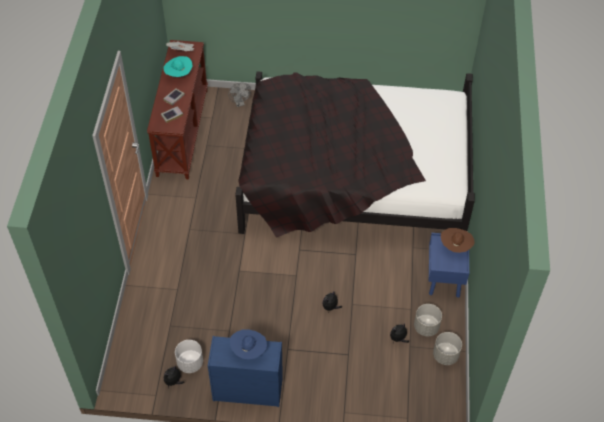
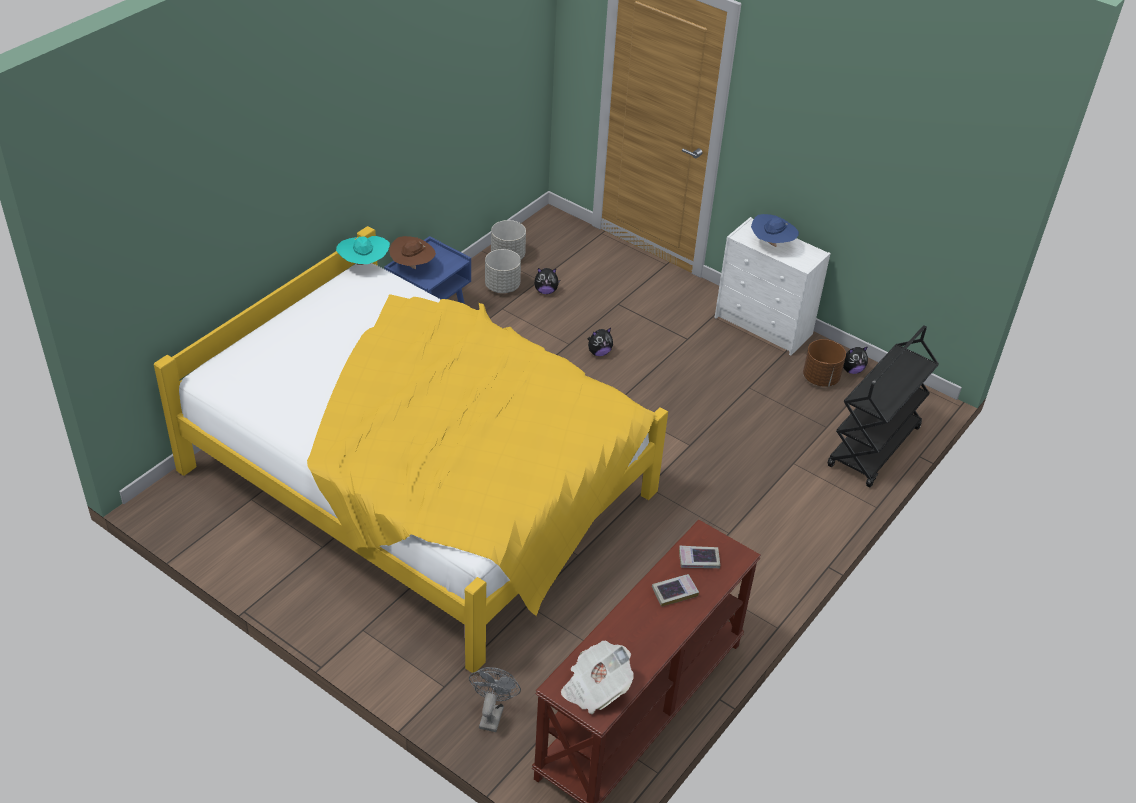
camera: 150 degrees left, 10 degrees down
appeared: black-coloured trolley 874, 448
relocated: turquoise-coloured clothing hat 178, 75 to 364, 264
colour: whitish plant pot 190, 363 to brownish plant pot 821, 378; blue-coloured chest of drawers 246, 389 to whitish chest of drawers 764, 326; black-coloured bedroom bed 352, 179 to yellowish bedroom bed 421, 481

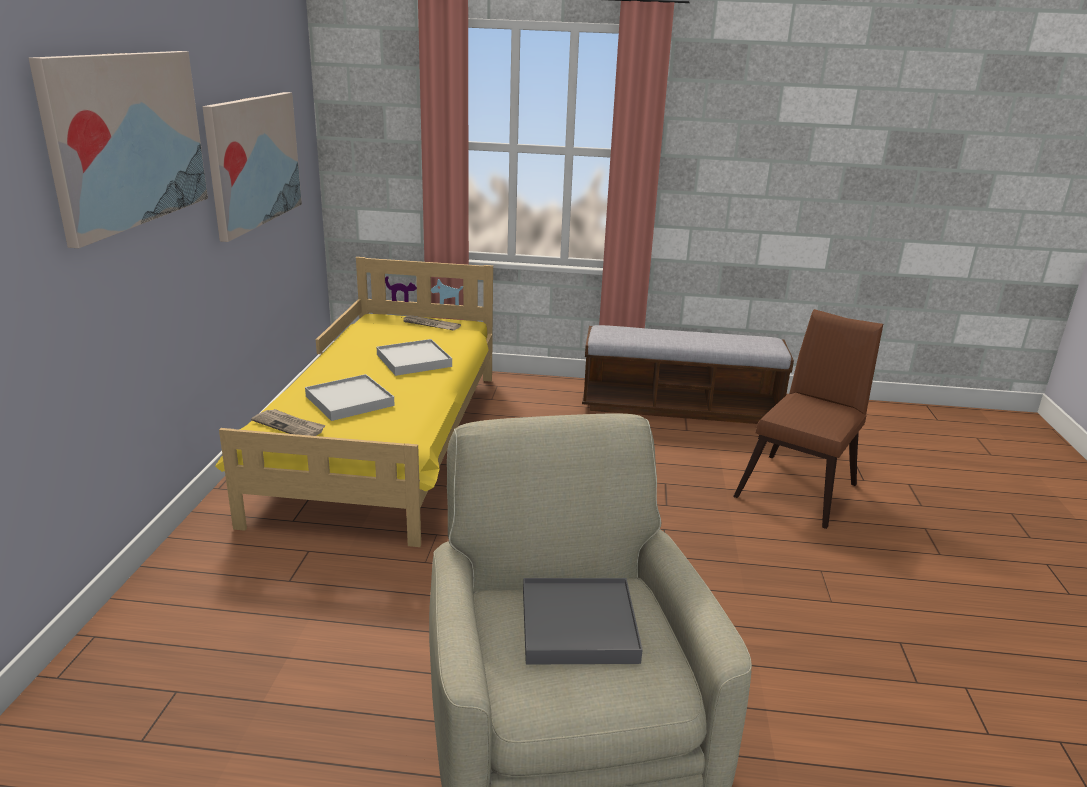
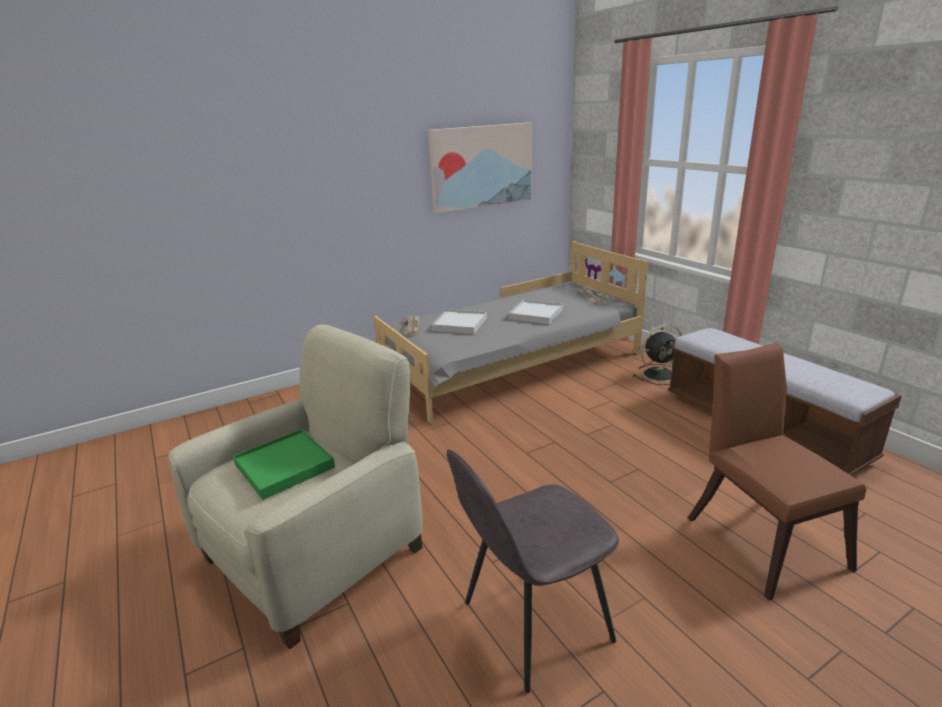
camera: 55 degrees right, 0 degrees up
missing: wall picture 127, 140
appeared: grey chair 533, 623; black-coloured cooling fan 660, 374
colour: yellowish bedroom bed 387, 442 to grey bedroom bed 512, 366; grey carrying tray 578, 625 to green carrying tray 284, 466
spun: brownish chair 801, 487 = 760, 536 105 degrees counterclockwise

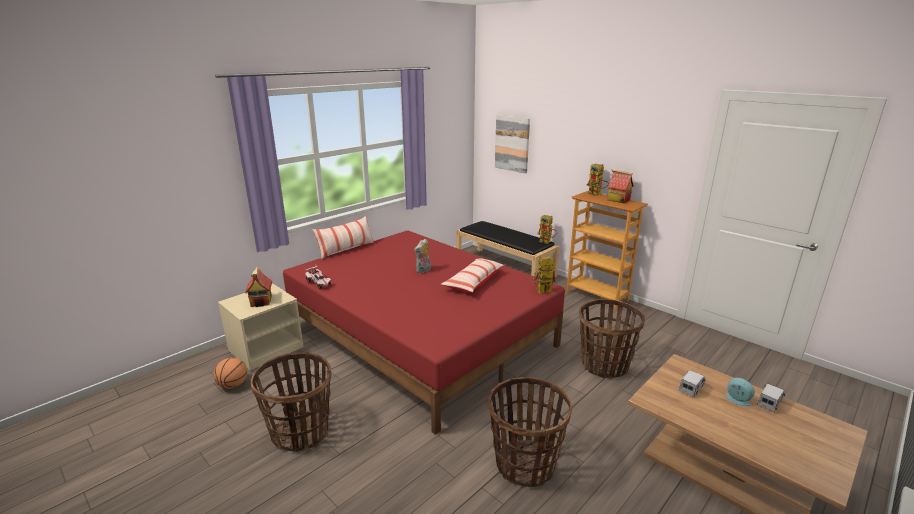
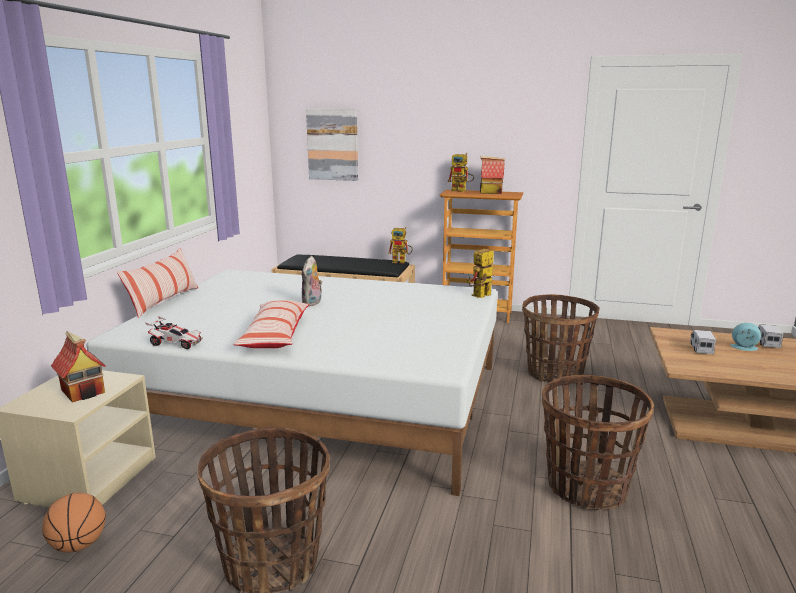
camera: 30 degrees left, 5 degrees down
relocated: pillow 474, 282 to 275, 335
colour: red-coloured bedroom bed 420, 335 to whitish bedroom bed 319, 399

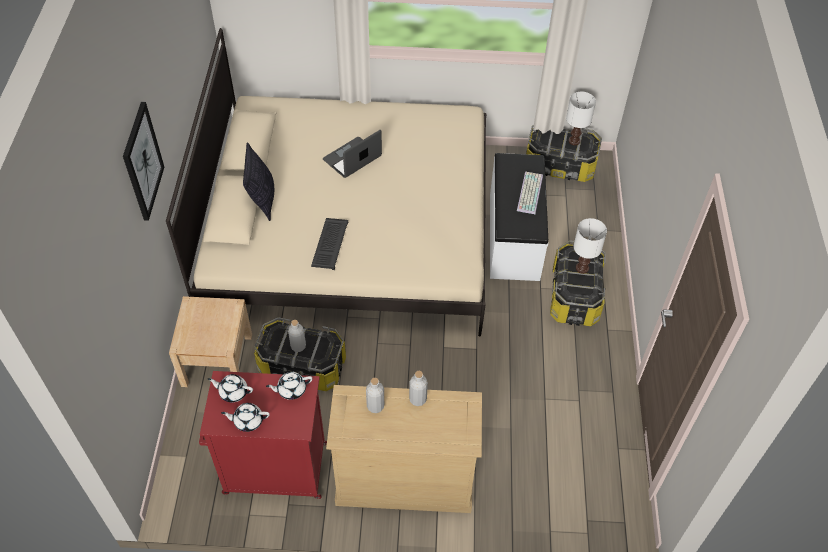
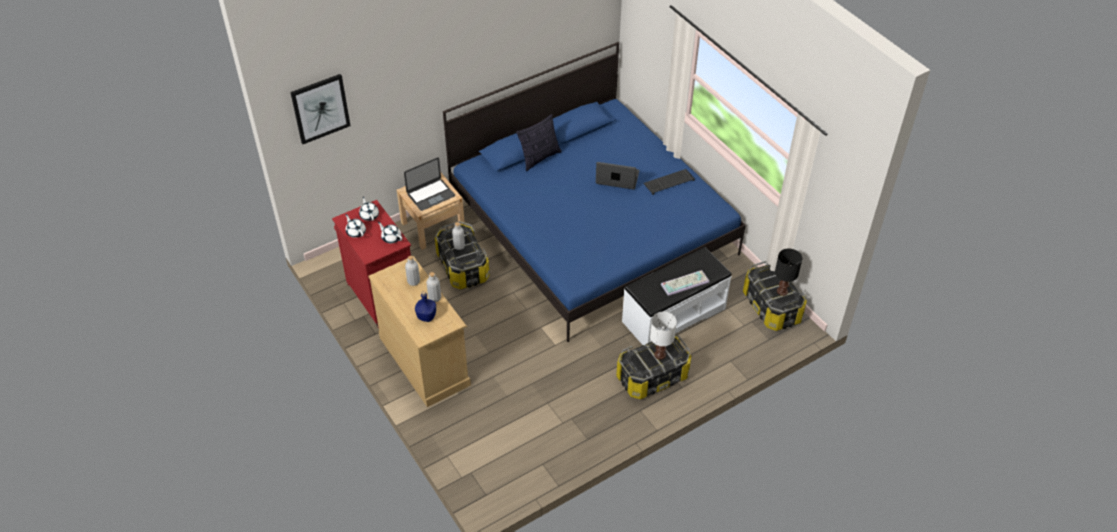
camera: 55 degrees right, 5 degrees down
appeared: laptop 430, 194; blue-coloured beverage bottle 427, 316
relocated: wall picture 142, 161 to 320, 108; PC keyboard 329, 243 to 669, 182
colour: beige-coloured bedroom bed 350, 228 to blue-coloured bedroom bed 592, 227; whitish lamp for a table 574, 141 to black-coloured lamp for a table 782, 291

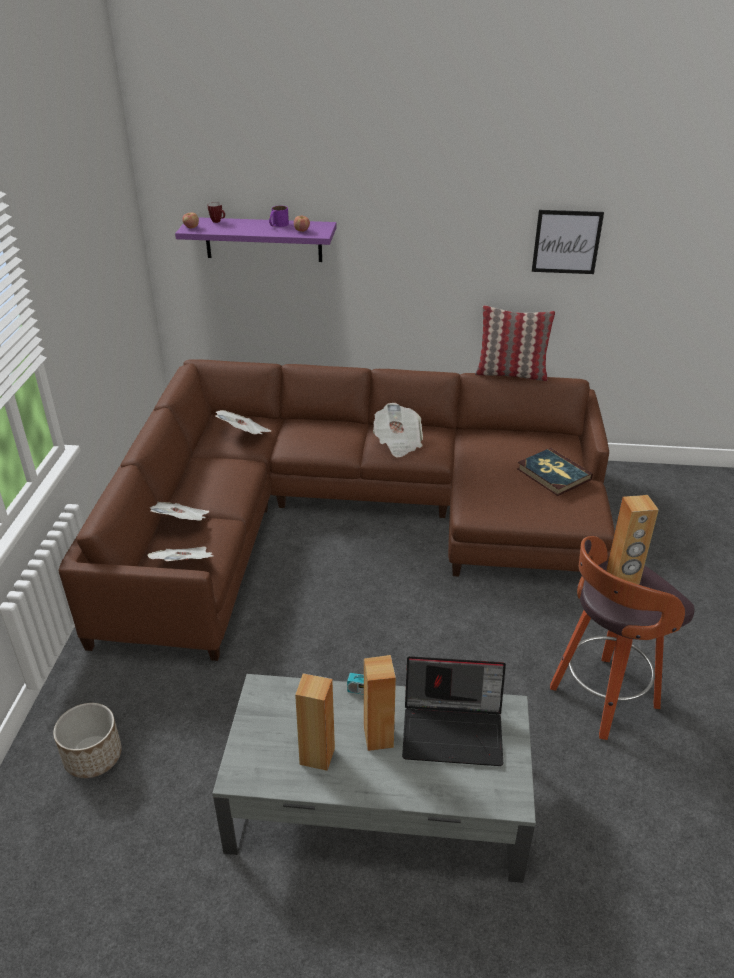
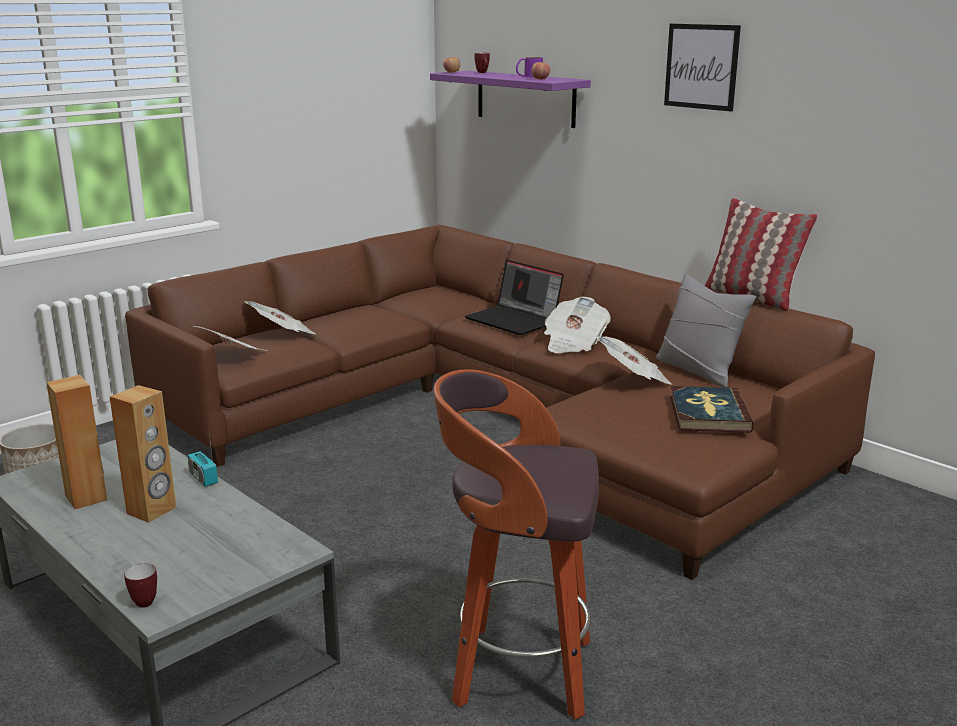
camera: 40 degrees right, 15 degrees down
missing: brownish loudspeaker 622, 577
appeared: coffee mug 141, 602; grey pillow 698, 370
relocated: daily paper 244, 435 to 633, 379; laptop 454, 730 to 514, 320; wall picture 566, 242 to 701, 66

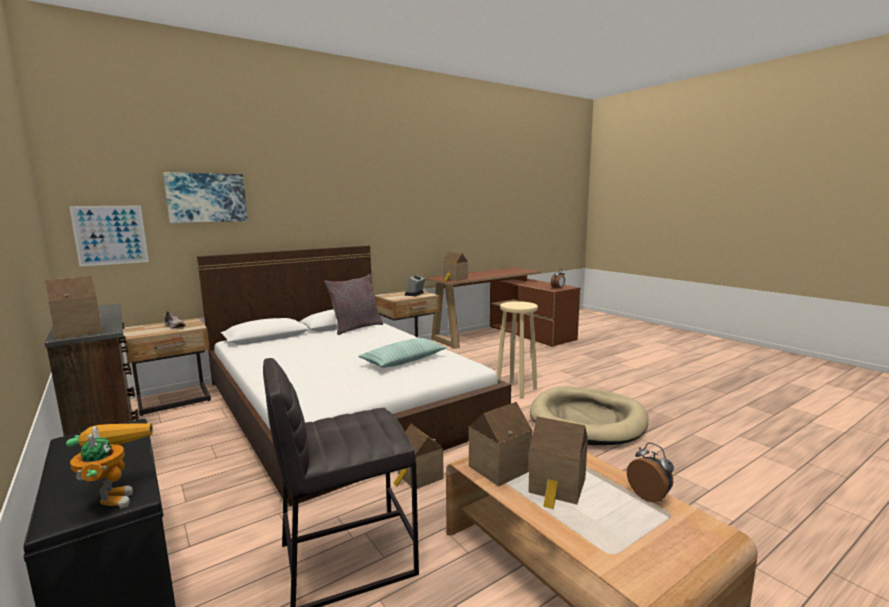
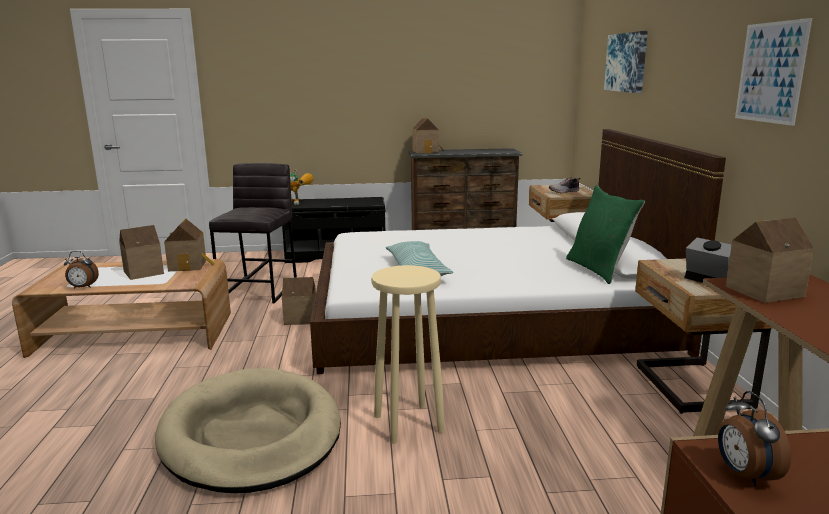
camera: 120 degrees right, 5 degrees up
relocated: wall picture 110, 235 to 770, 72
colour: grey pillow 356, 328 to green pillow 599, 270

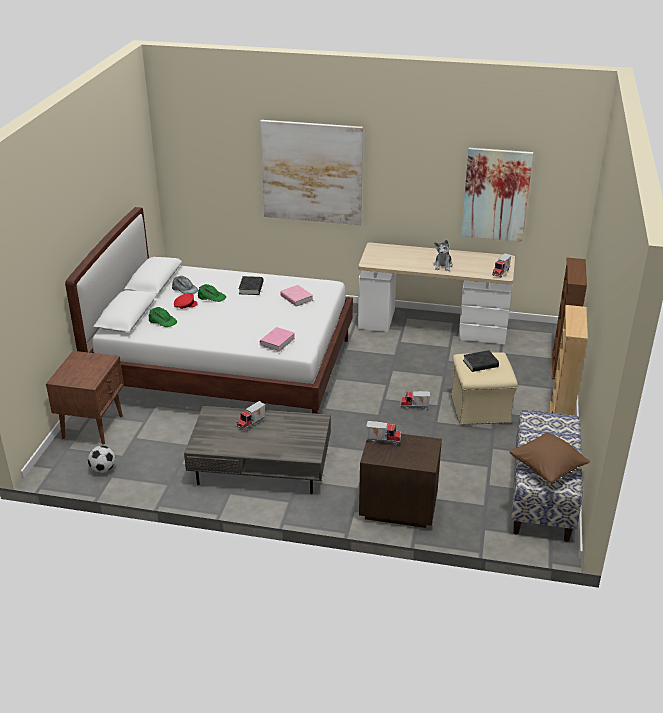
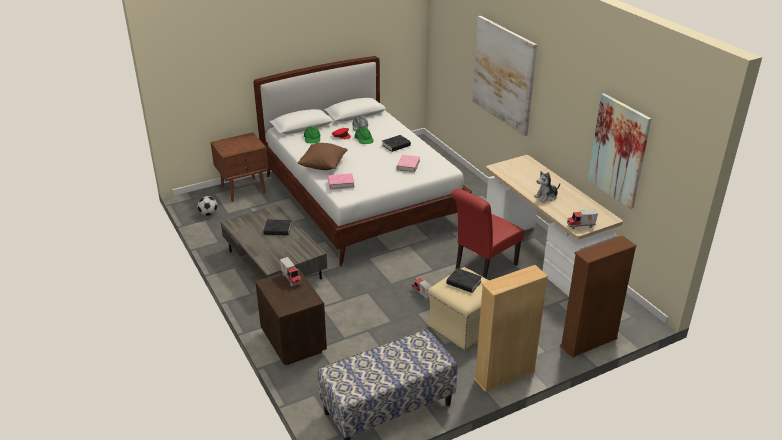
camera: 50 degrees right, 0 degrees up
appeared: red-coloured chair 483, 269
relocated: brownish pillow 547, 469 to 323, 166
exchanged: toy truck 252, 424 to black-coloured bound book 277, 230

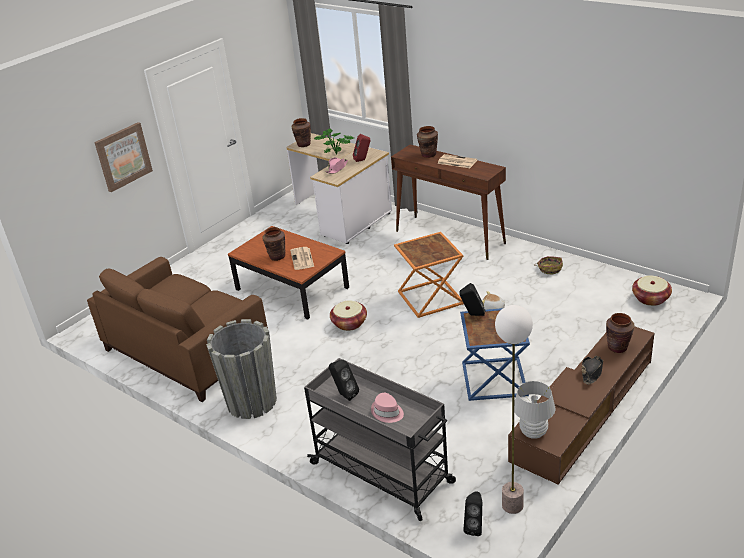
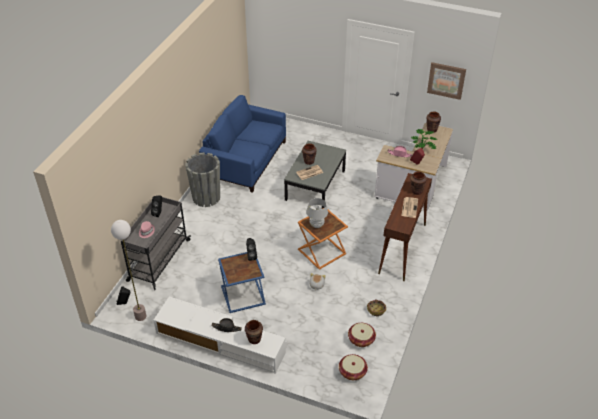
camera: 70 degrees right, 10 degrees up
relocated: wall picture 123, 156 to 446, 80; storage basket 349, 323 to 361, 339; whitish lamp for a table 533, 433 to 316, 225
colour: brownish sofa 187, 349 to blue-coloured sofa 246, 160; brownish coffee table 291, 288 to grey coffee table 315, 185; brownish tv unit 583, 409 to whitish tv unit 221, 341

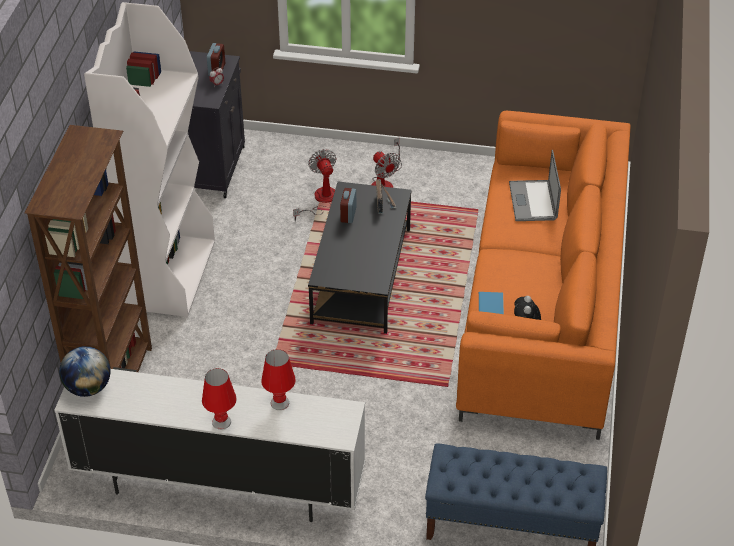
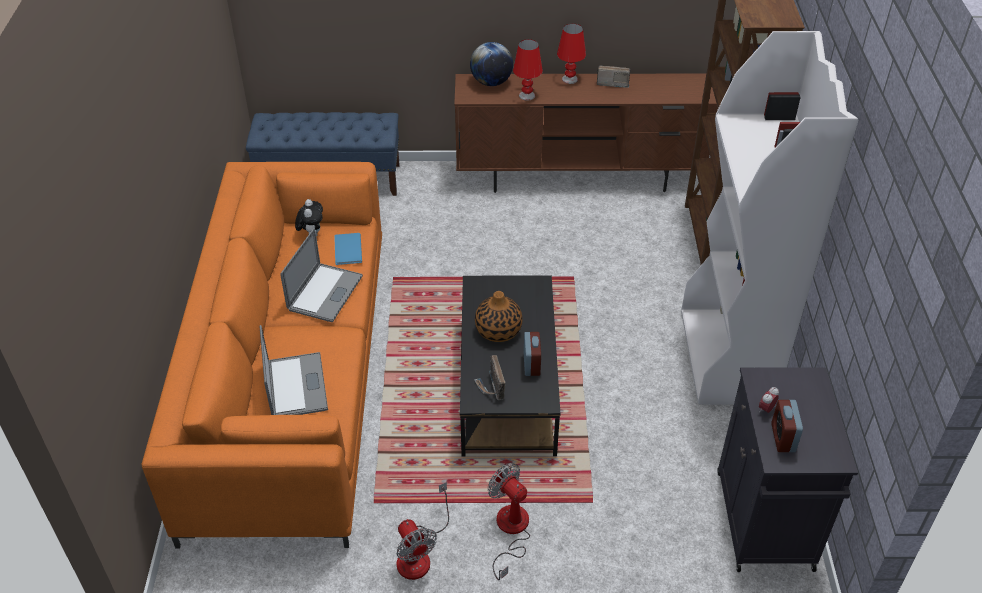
camera: 170 degrees right, 0 degrees up
appeared: laptop 325, 293; decorative vase 498, 330; radio receiver 611, 83
relocated: world globe 88, 388 to 491, 82; cooling fan 320, 200 to 419, 554
colour: whitish tv unit 218, 486 to brownish tv unit 579, 178

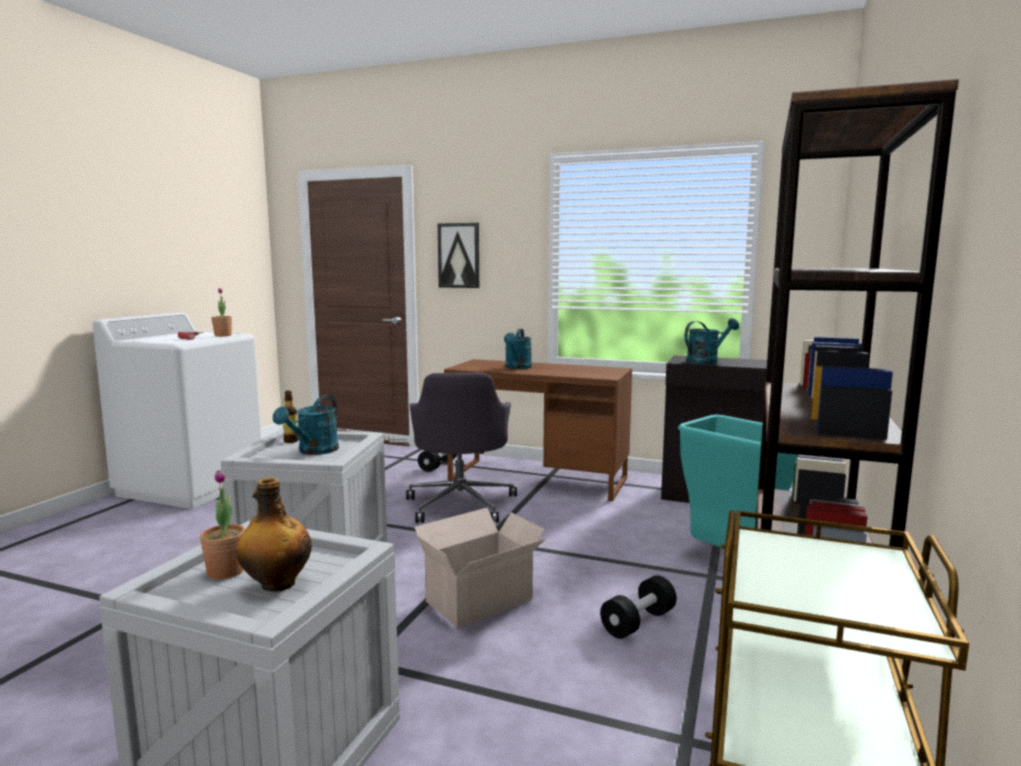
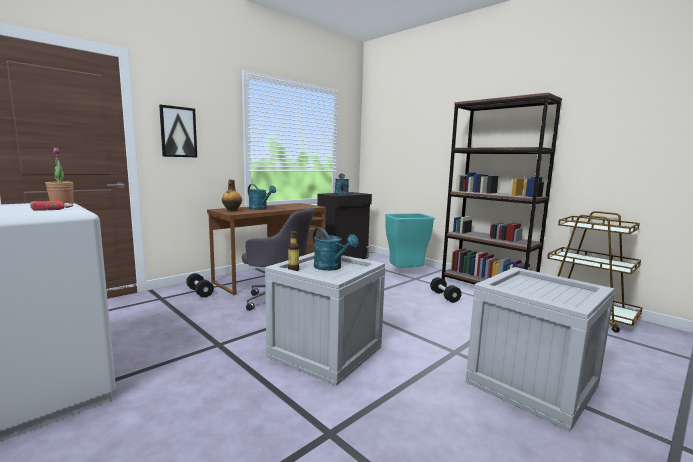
camera: 65 degrees left, 0 degrees up
missing: plant in a pot 226, 571; packing box 482, 600
relocated: beverage bottle 277, 584 to 232, 210

